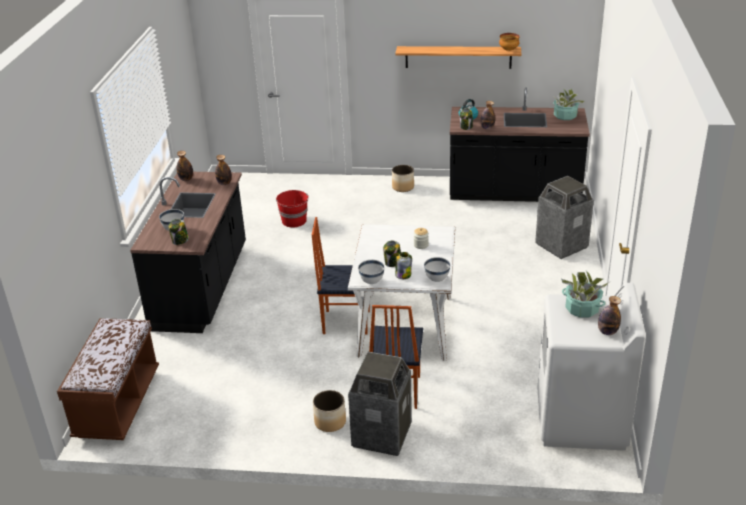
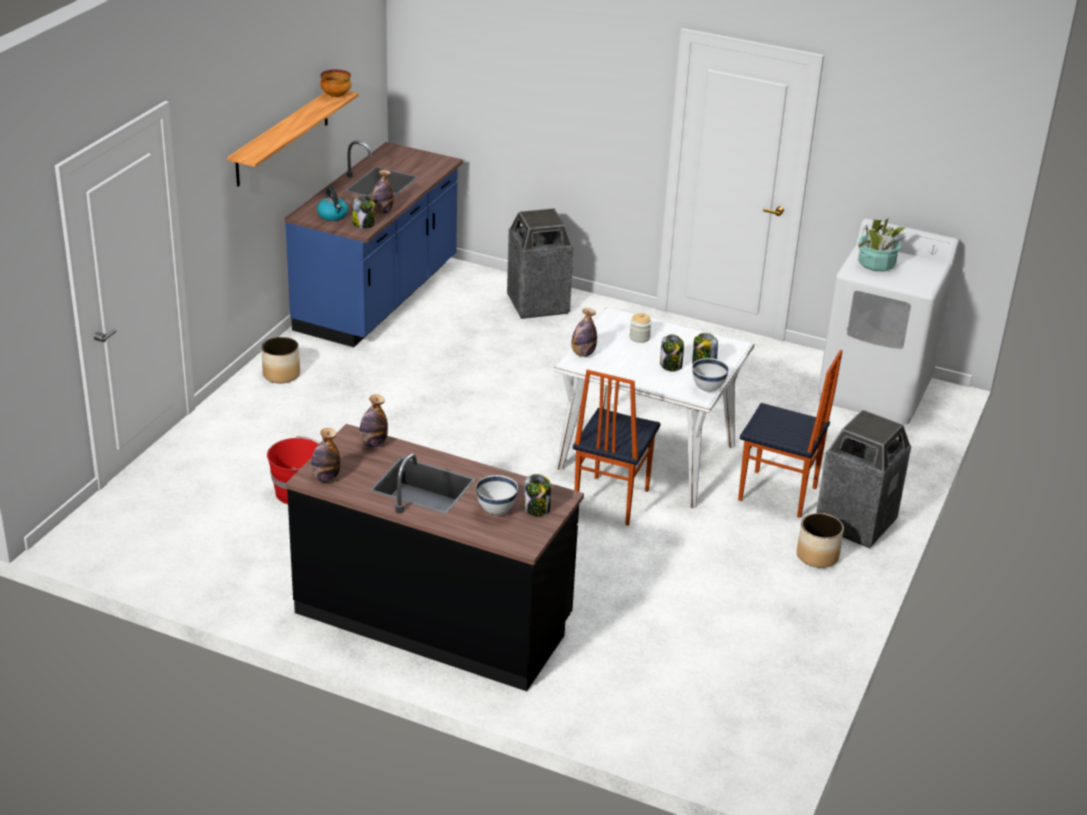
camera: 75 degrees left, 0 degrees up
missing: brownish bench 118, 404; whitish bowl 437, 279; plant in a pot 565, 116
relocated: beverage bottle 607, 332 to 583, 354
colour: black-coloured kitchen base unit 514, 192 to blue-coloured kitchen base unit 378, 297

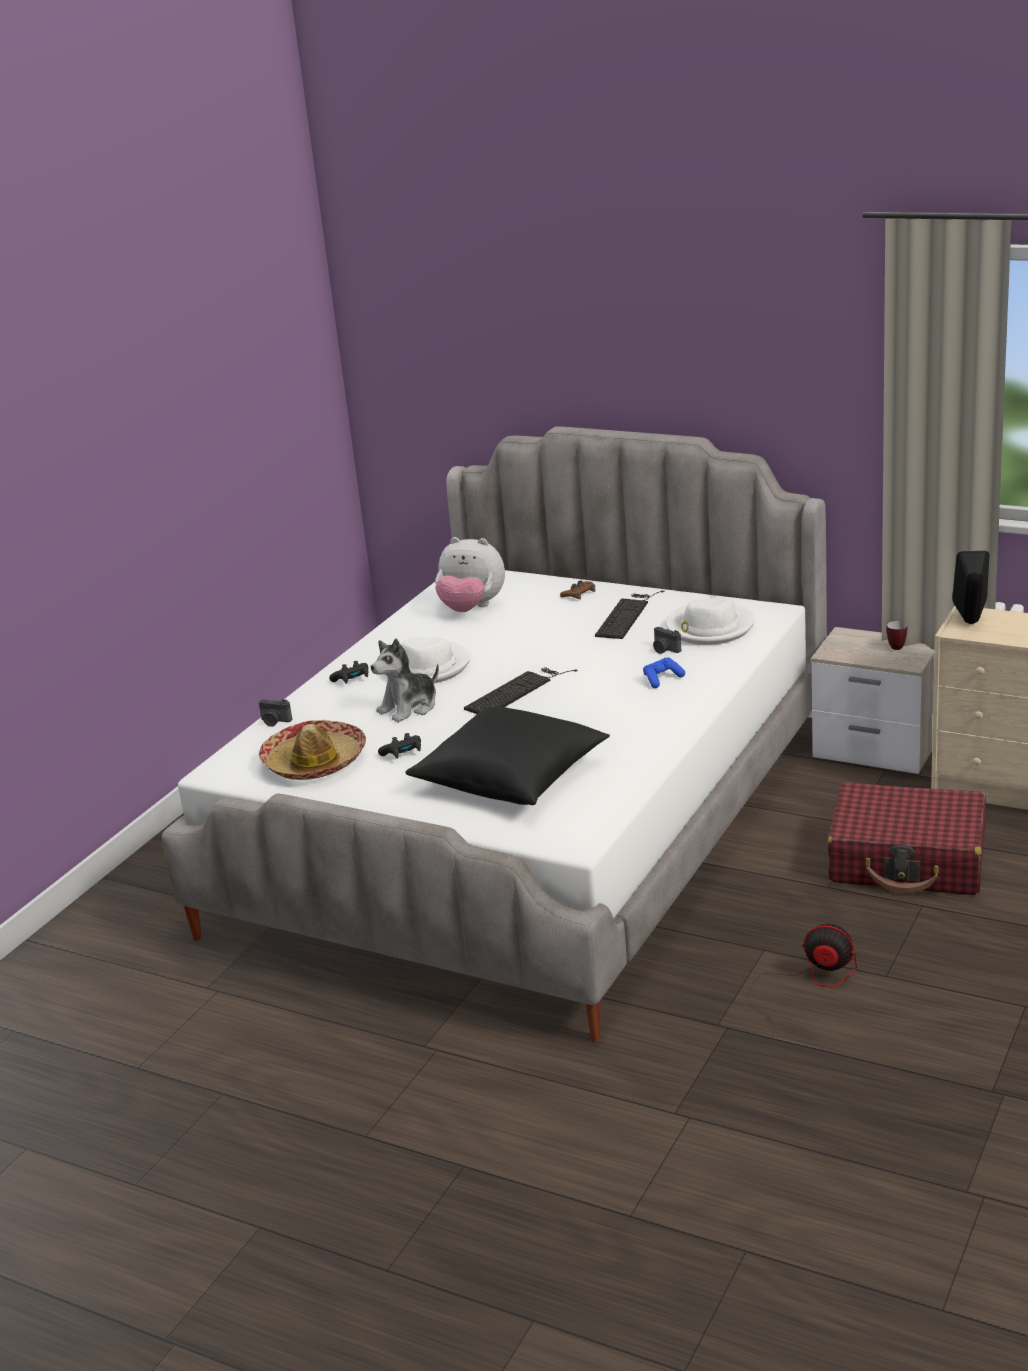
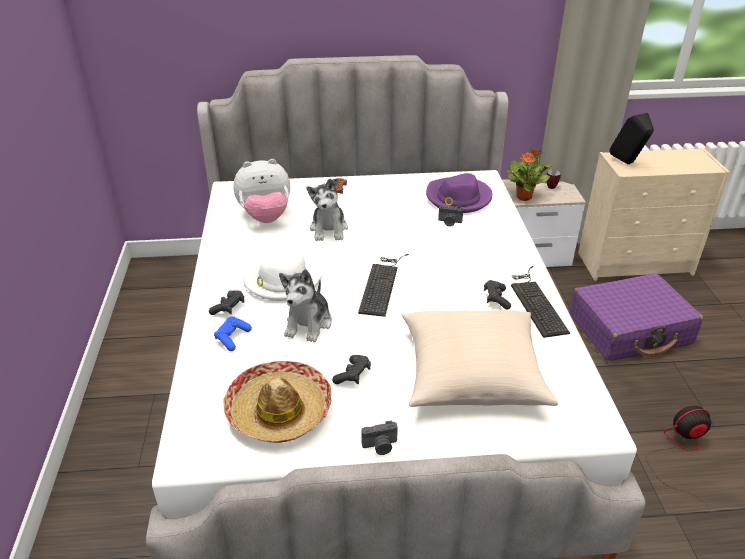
camera: 35 degrees left, 10 degrees up
appeared: soft toy 329, 229; black-coloured joypad 496, 299; plant in a pot 524, 197
relocated: still camera 274, 722 to 380, 446; PC keyboard 627, 615 to 536, 302; blue-coloured joypad 662, 679 to 232, 338
colour: black-coloured pillow 511, 778 to beige-coloured pillow 472, 374; whitish clothing hat 709, 627 to purple-coloured clothing hat 458, 198; red-coloured travel case 908, 860 to purple-coloured travel case 630, 329

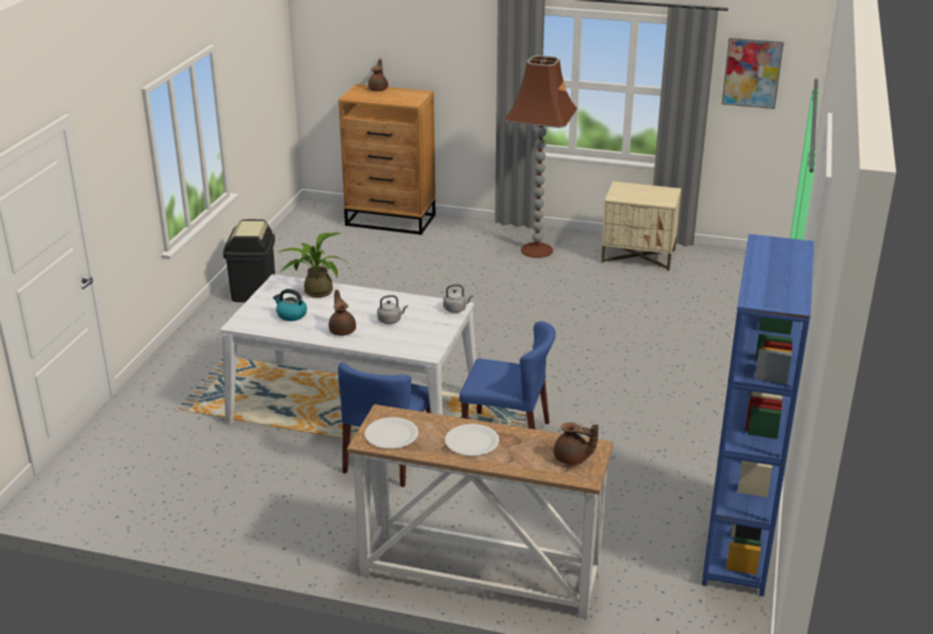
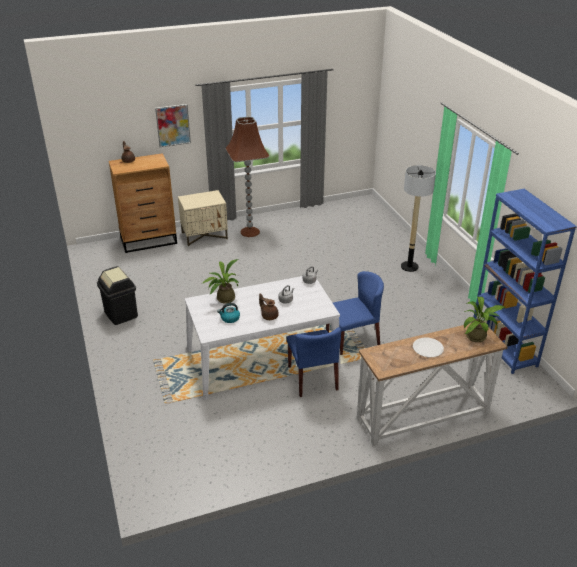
camera: 35 degrees left, 5 degrees up
missing: whitish flat dish 391, 435
appeared: standing lamp 409, 267
relocated: beige-coloured night table 639, 256 to 204, 236; wall picture 752, 73 to 173, 125
exchanged: brownish tea pot 572, 459 to plant in a pot 478, 336

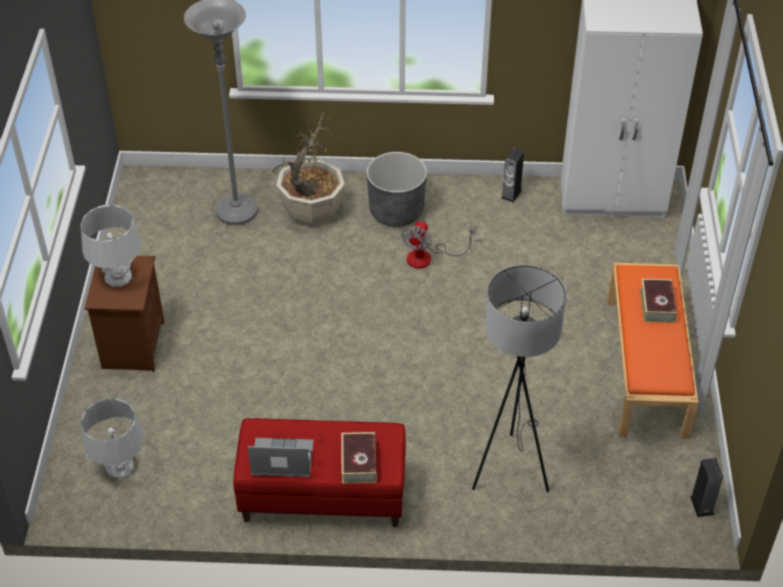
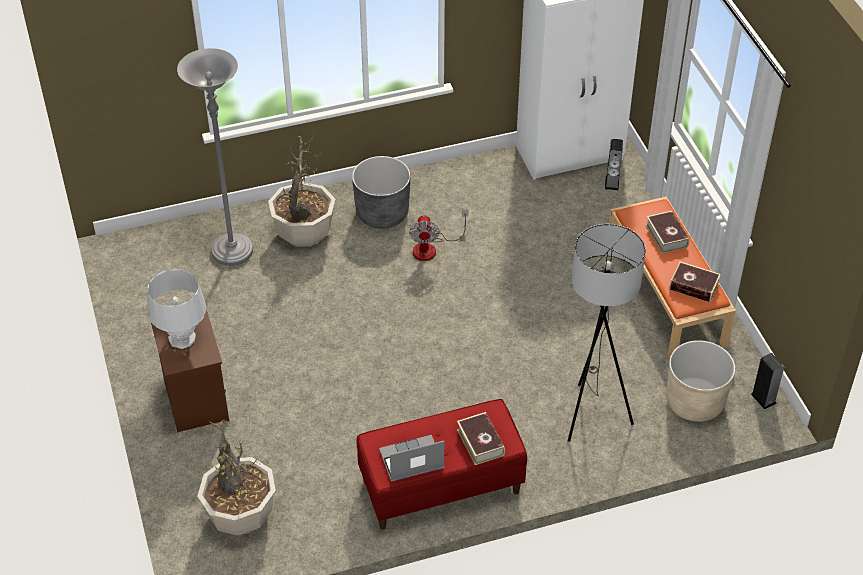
camera: 20 degrees left, 0 degrees up
appeared: beige-coloured plant pot 694, 402; bound book 694, 286
relocated: loudspeaker 511, 194 to 612, 183
exchanged: grey lamp for a table 120, 467 to plant in a pot 241, 516

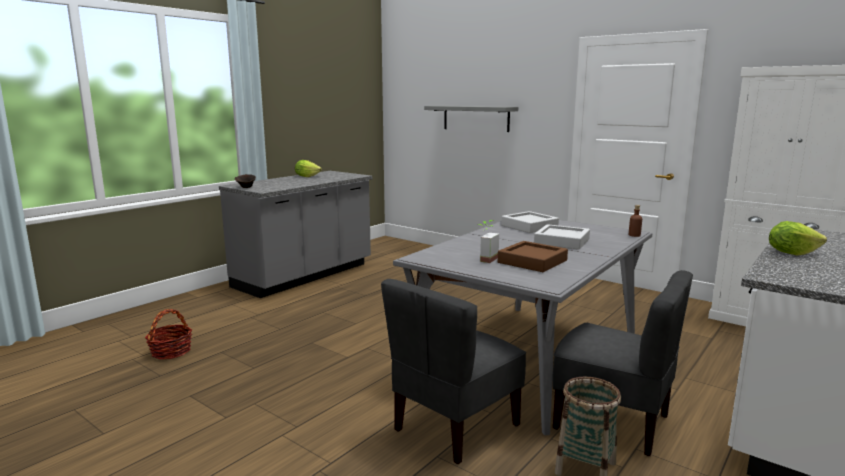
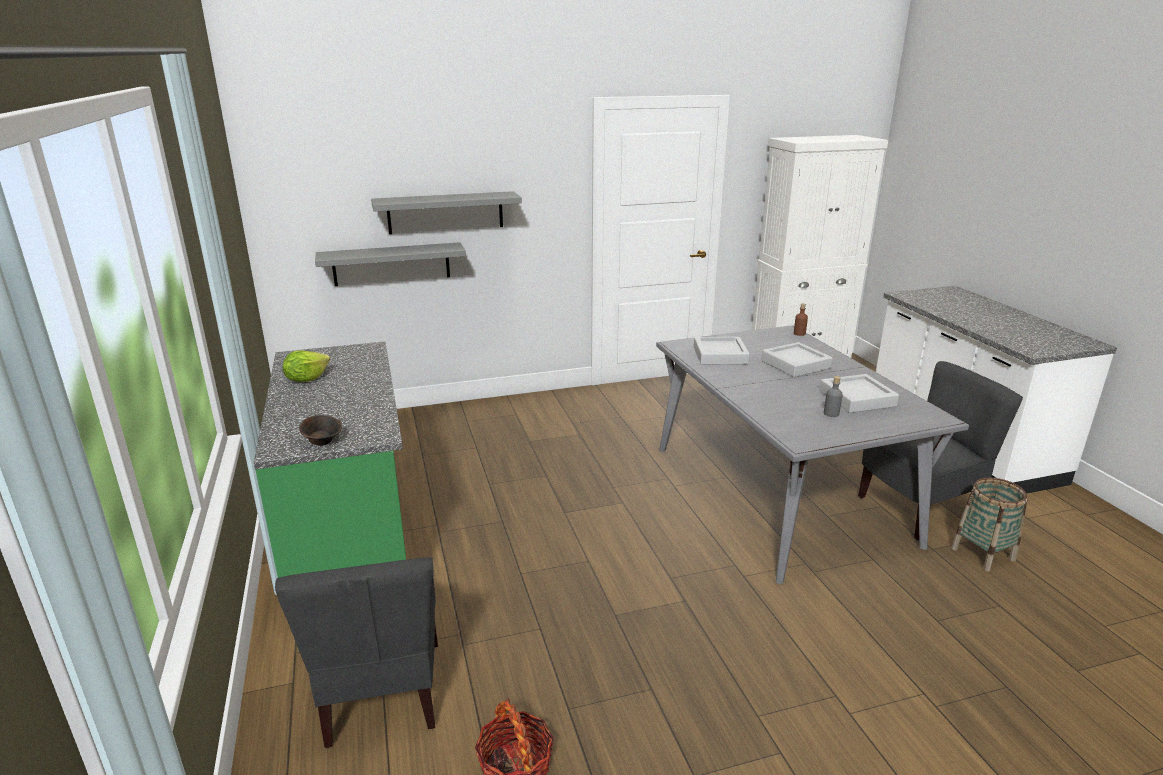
camera: 55 degrees left, 10 degrees up
missing: lettuce 791, 253
appeared: grey bracket shelf 391, 264
relocated: grey chair 455, 427 to 382, 693
exchanged: plant in a pot 485, 259 to grey beverage bottle 831, 413
colour: grey kitchen base unit 305, 276 to green kitchen base unit 353, 543; brownish carrying tray 532, 261 to grey carrying tray 857, 398

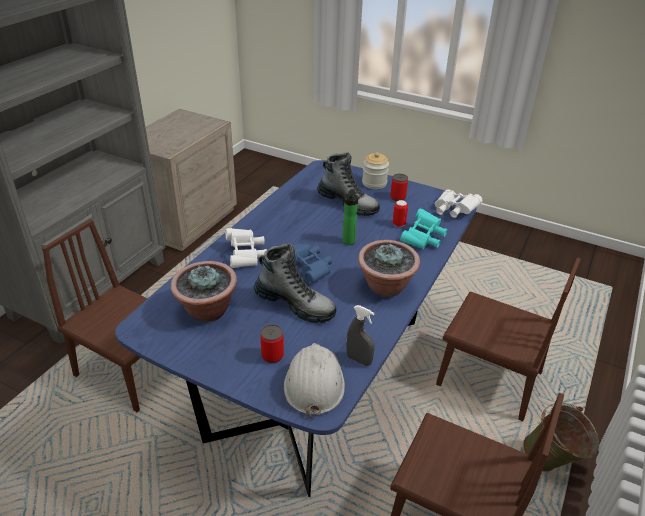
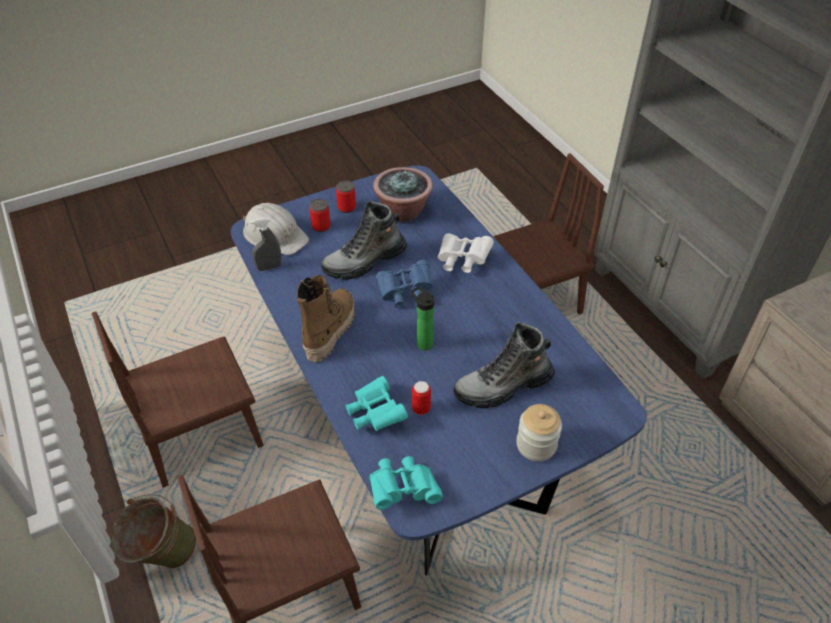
camera: 125 degrees right, 10 degrees up
relocated: sealed can 398, 197 to 346, 208
exchanged: plant in a pot 386, 287 to boot 329, 331
colour: whitish binoculars 454, 211 to turquoise-coloured binoculars 403, 489

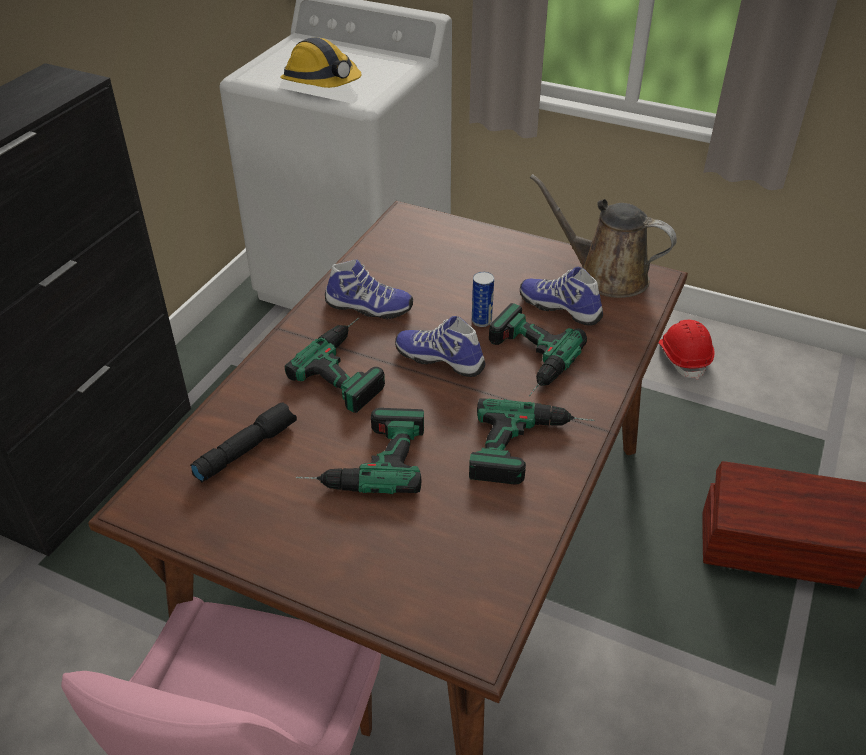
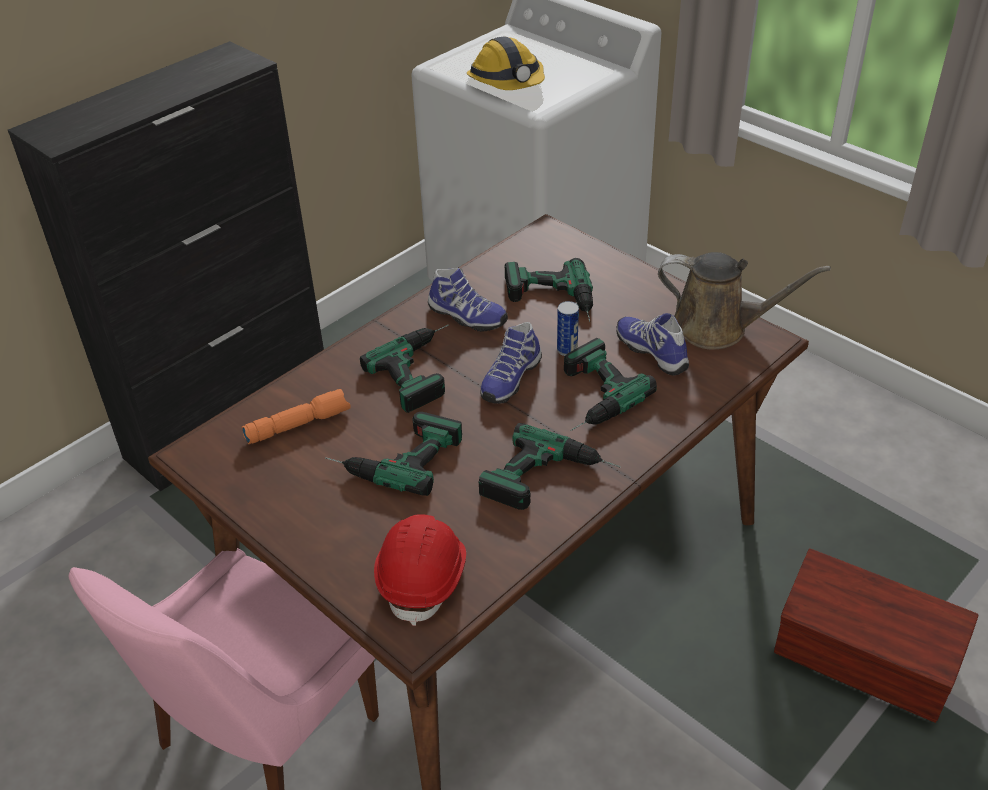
camera: 20 degrees right, 0 degrees up
appeared: drill 551, 302
relocated: red-coloured safety helmet 683, 357 to 424, 578
colour: black-coloured hand torch 246, 449 to orangey hand torch 298, 424
spun: shoe 441, 359 = 509, 379 105 degrees counterclockwise; brownish watering can 605, 275 = 717, 328 150 degrees clockwise

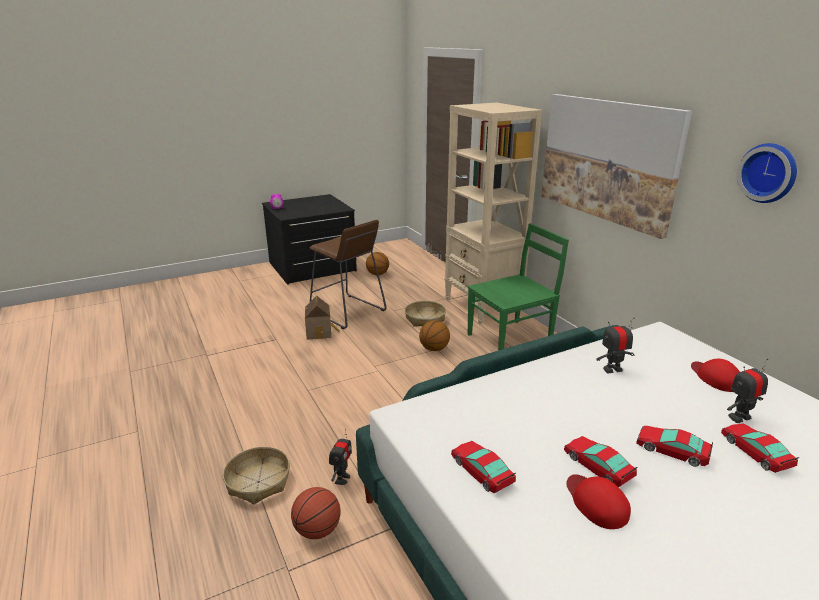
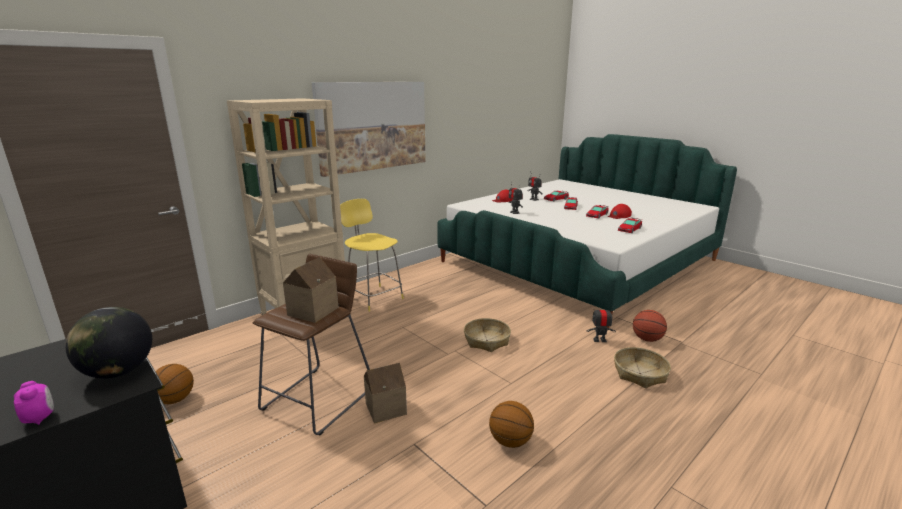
camera: 105 degrees left, 5 degrees down
missing: hanging clock 769, 172
appeared: world globe 119, 372; model house 311, 311
relocated: storage basket 425, 319 to 486, 340; basketball ball 434, 349 to 510, 441
exchanged: green chair 511, 338 to yellowish sitting stool 373, 297

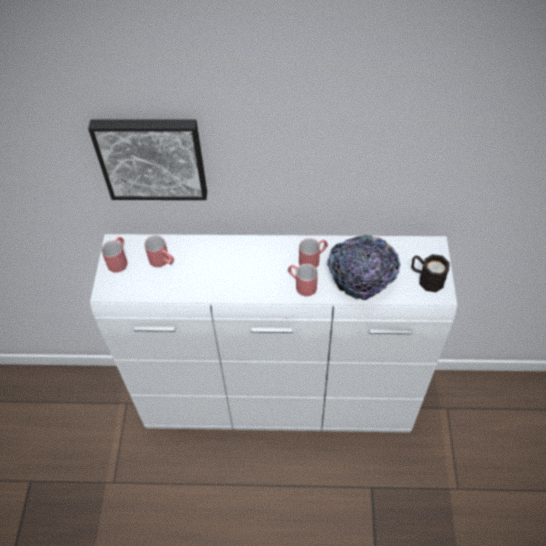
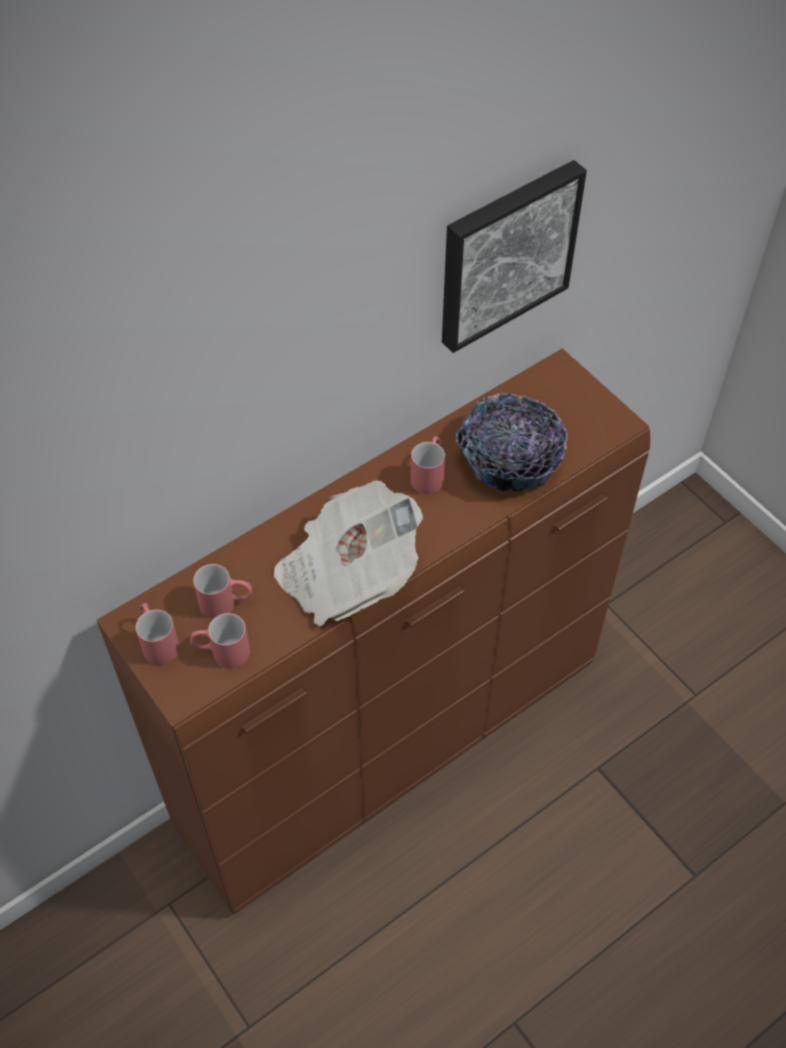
camera: 40 degrees left, 0 degrees up
missing: black-coloured coffee mug 426, 279
appeared: daily paper 347, 574
relocated: wall picture 152, 157 to 505, 253; red-coloured coffee mug 301, 284 to 221, 652
colour: whitish chest of drawers 279, 405 to brownish chest of drawers 395, 747

